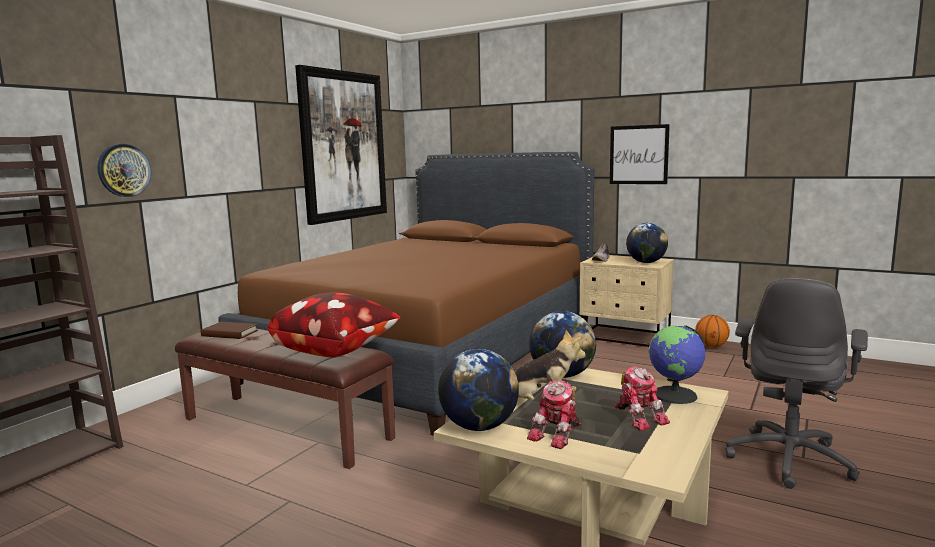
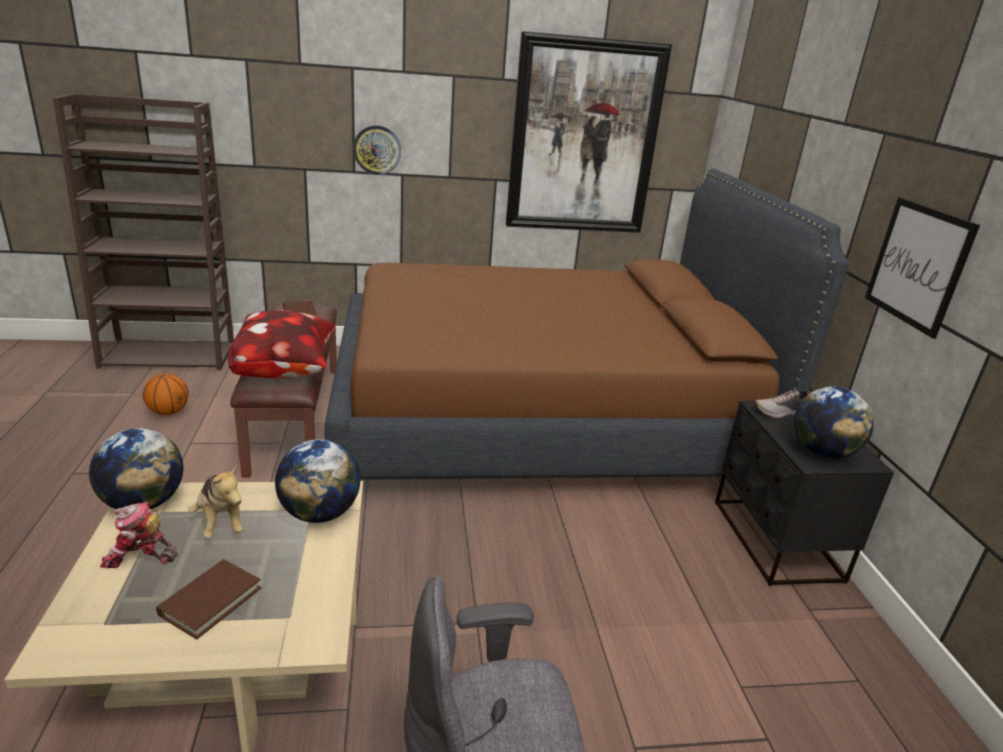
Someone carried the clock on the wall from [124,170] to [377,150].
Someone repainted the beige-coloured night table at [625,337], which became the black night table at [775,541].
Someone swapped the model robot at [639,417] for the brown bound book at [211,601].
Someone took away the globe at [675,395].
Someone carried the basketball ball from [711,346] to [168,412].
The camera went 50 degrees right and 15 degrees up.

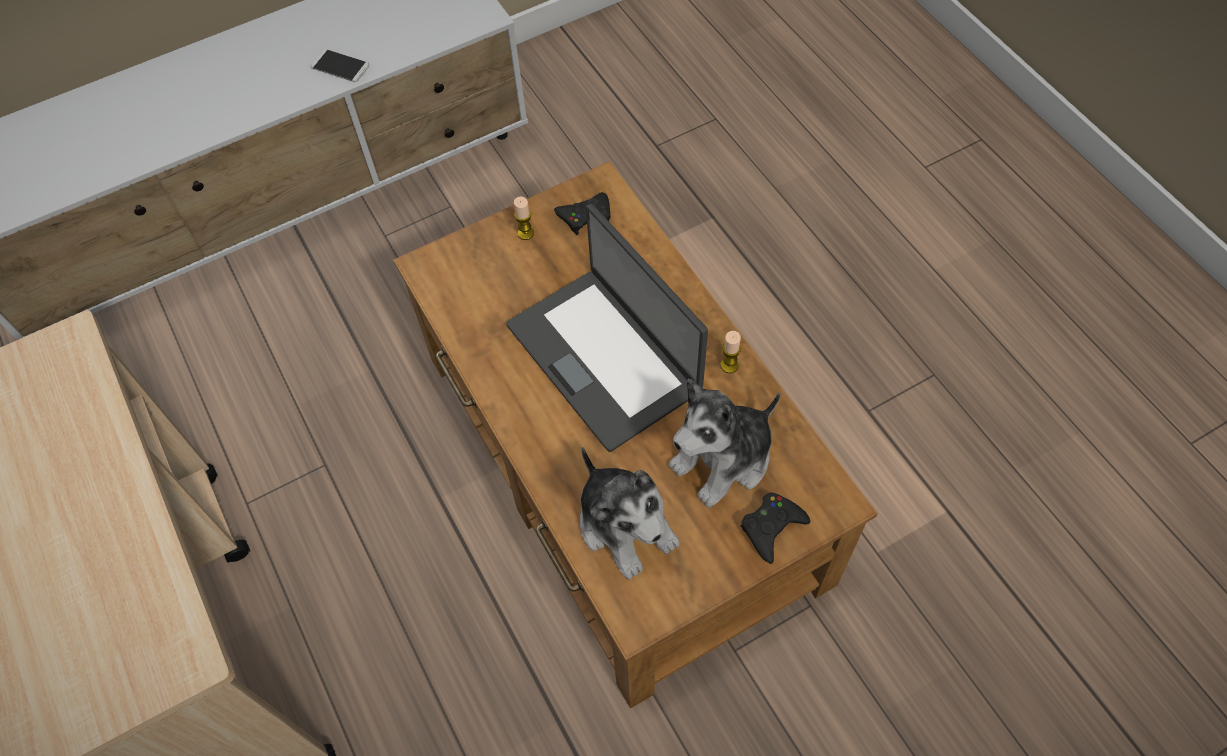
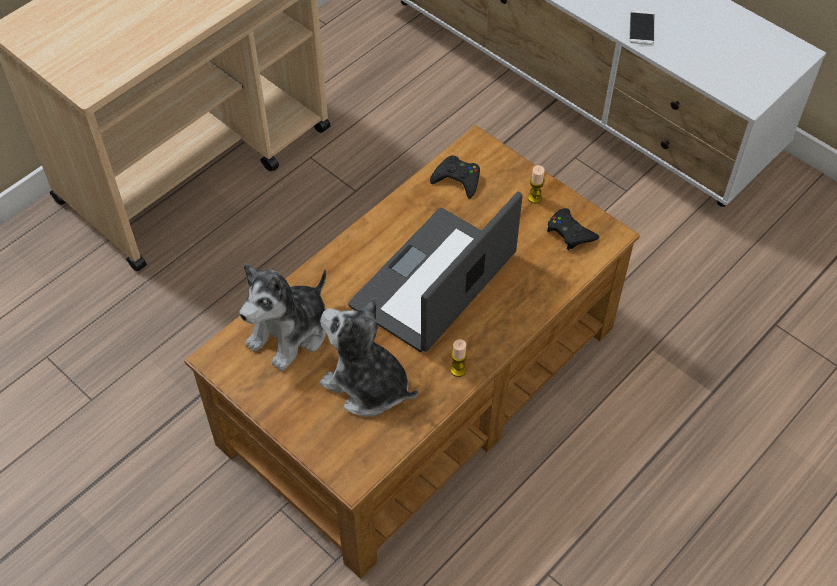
Someone carried the black game controller from [771,527] to [457,180].
The camera went 70 degrees right and 5 degrees down.

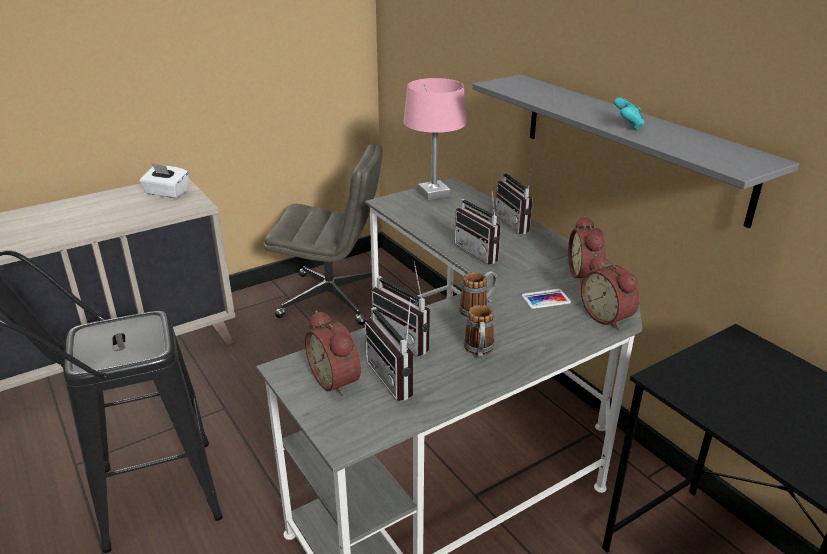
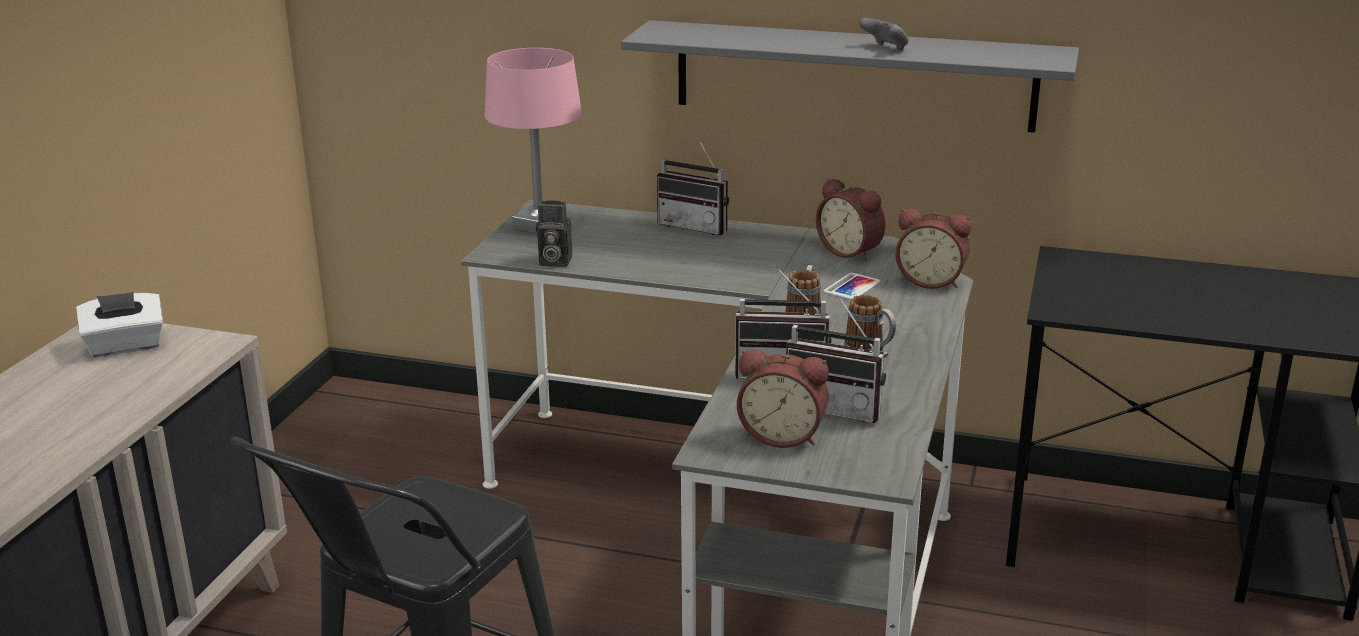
Someone took away the grey desk chair at [332,298].
Someone took away the radio receiver at [481,252].
Someone repainted the blue-green game controller at [627,126], which became the grey game controller at [885,49].
Someone put down the still camera at [553,261].
The camera went 40 degrees left and 5 degrees down.

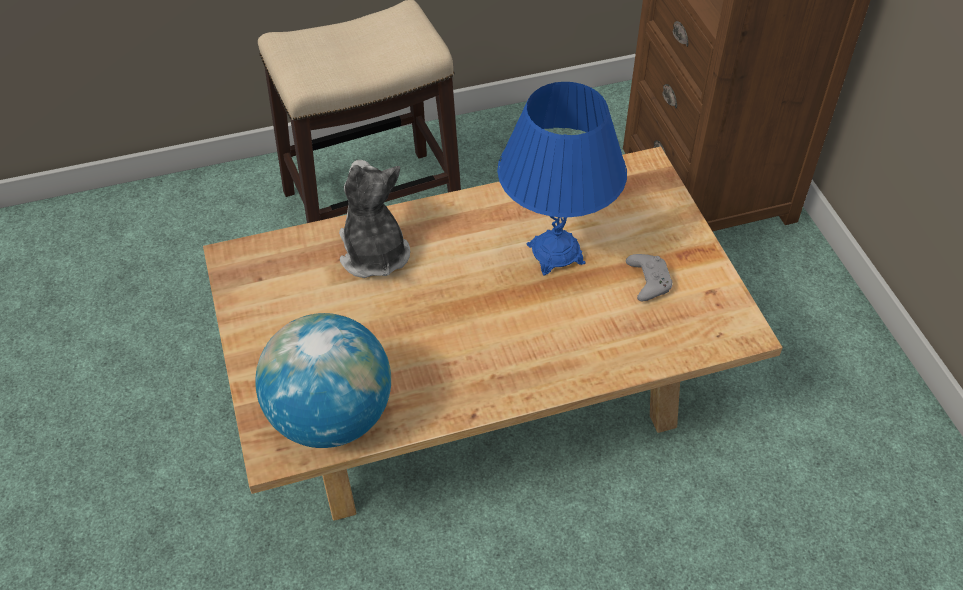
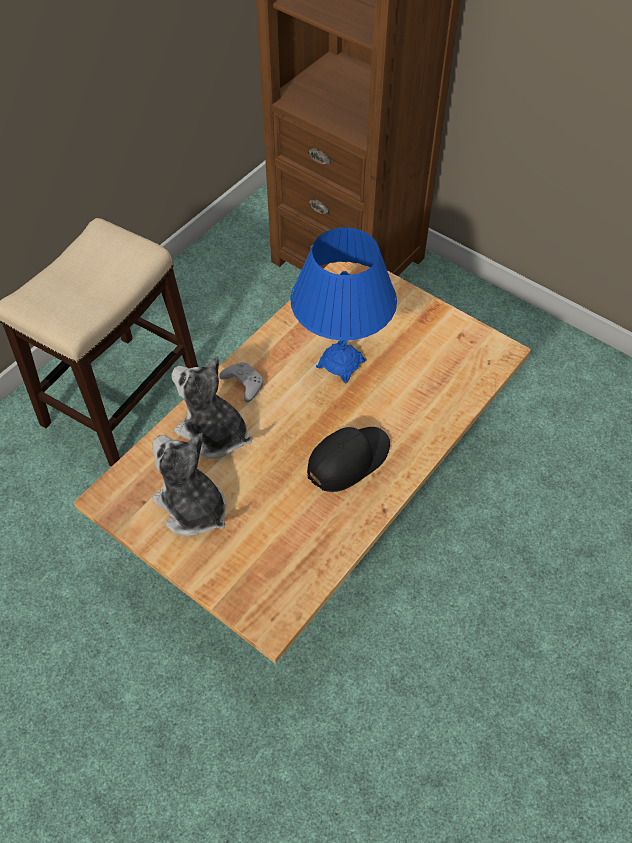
Someone took away the globe at [331,416].
Someone carried the grey game controller from [647,281] to [243,384].
Someone put down the cuddly toy at [192,508].
Someone put down the black baseball cap at [348,460].
The camera went 35 degrees left and 5 degrees up.

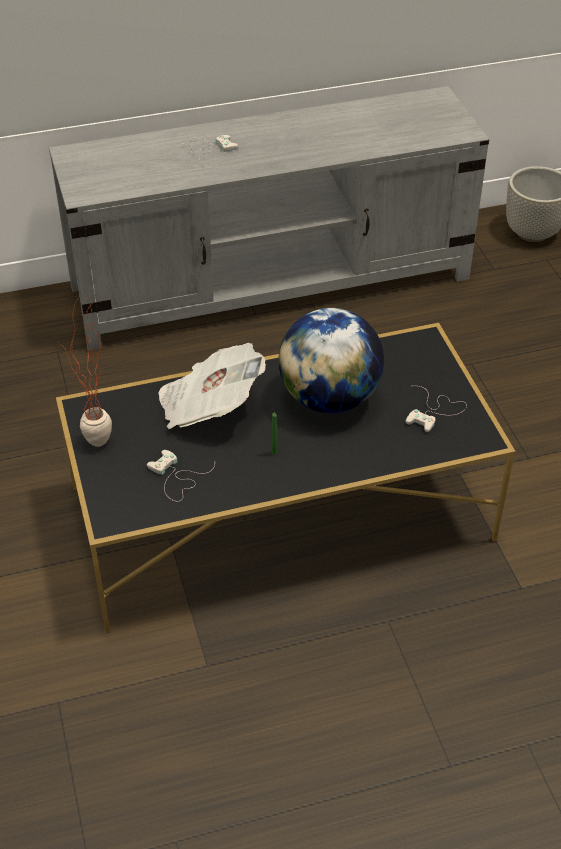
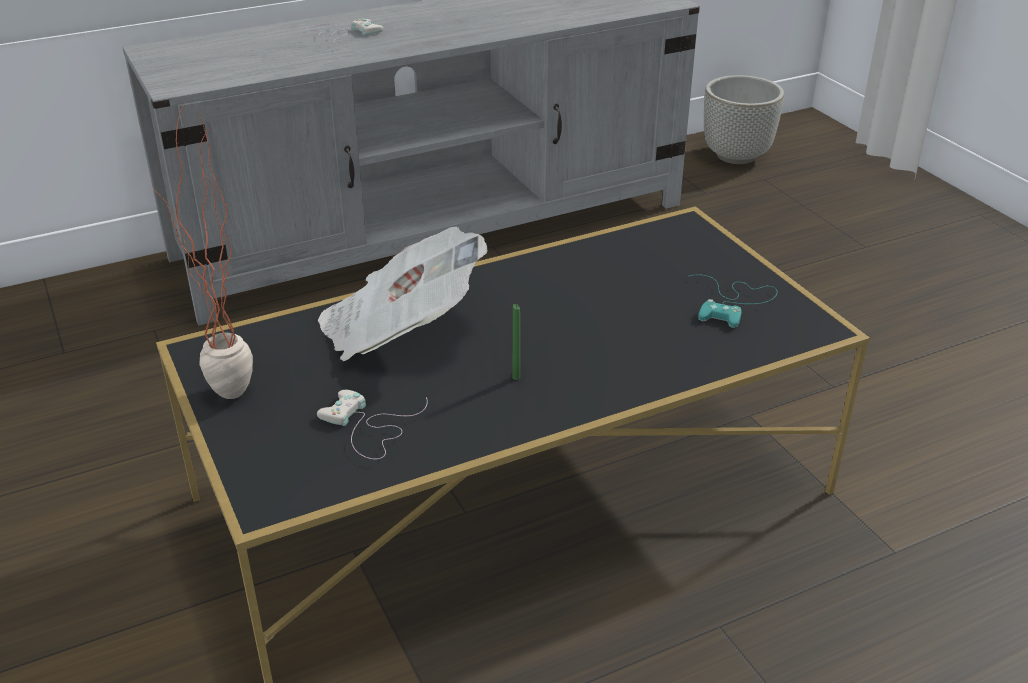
Someone took away the globe at [329,398].
Someone repainted the whitish game controller at [434,411], which became the blue-green game controller at [733,302].
The camera went 10 degrees left and 10 degrees down.

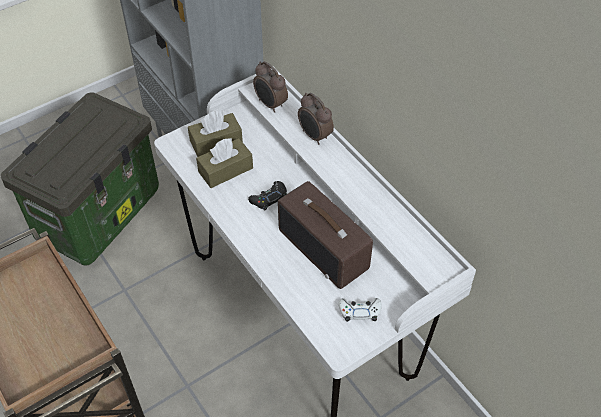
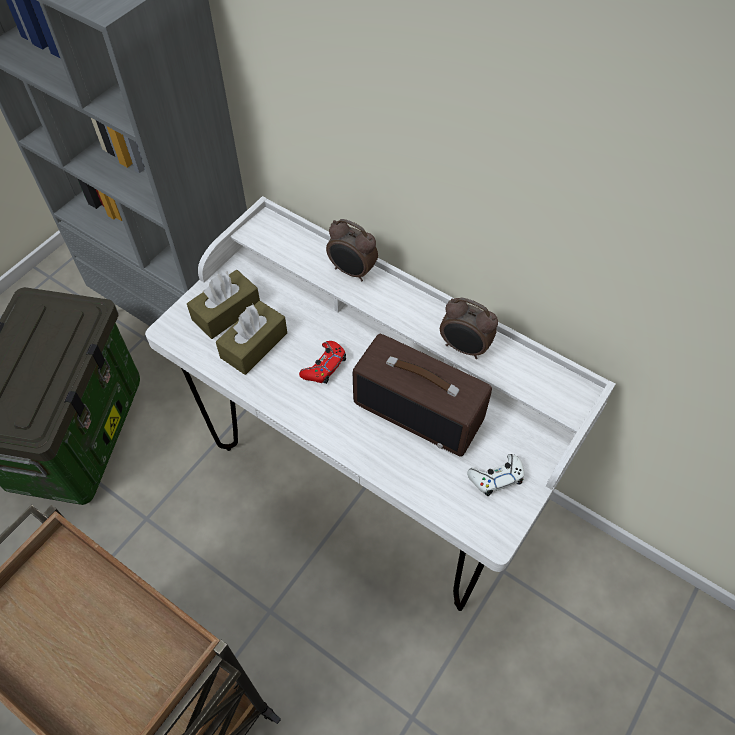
Someone repainted the black game controller at [269,198], which became the red game controller at [324,366].
Someone carried the bedside clock from [270,104] to [464,348].
The camera went 20 degrees left and 5 degrees up.

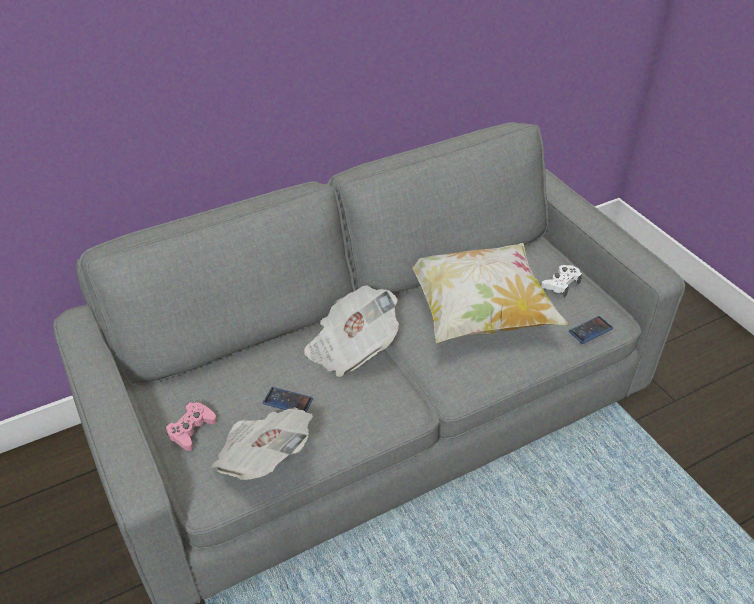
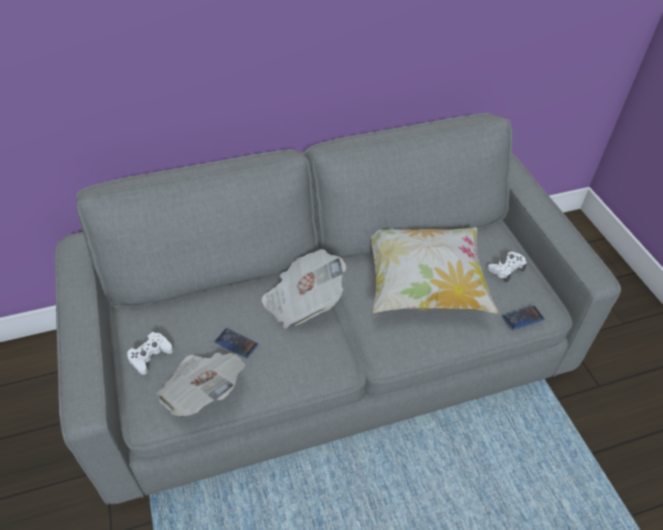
Someone repainted the pink game controller at [191,429], which became the whitish game controller at [150,355].
The camera went 10 degrees right and 5 degrees up.

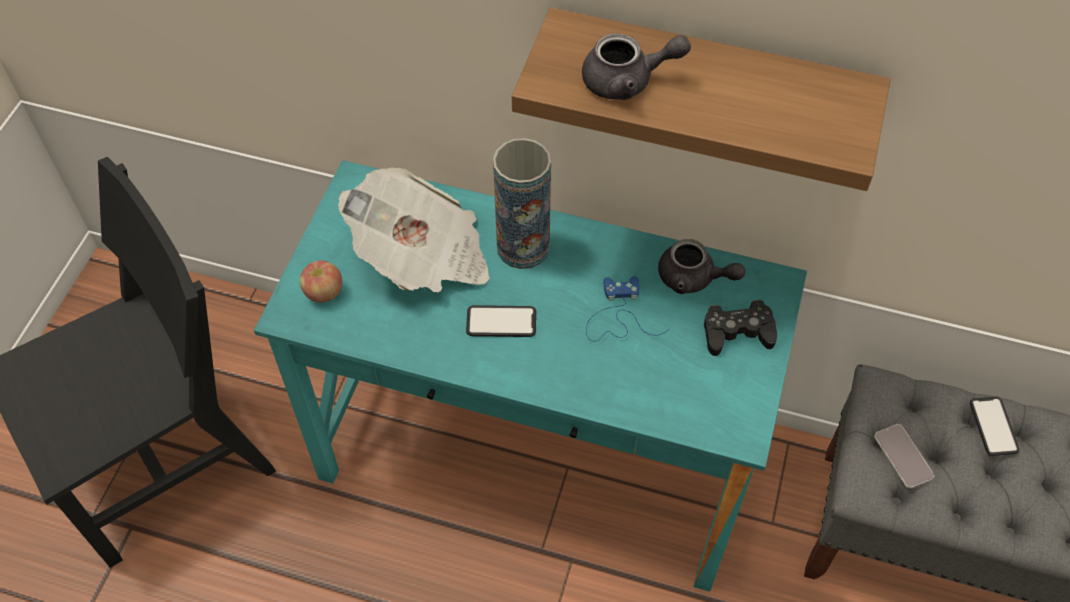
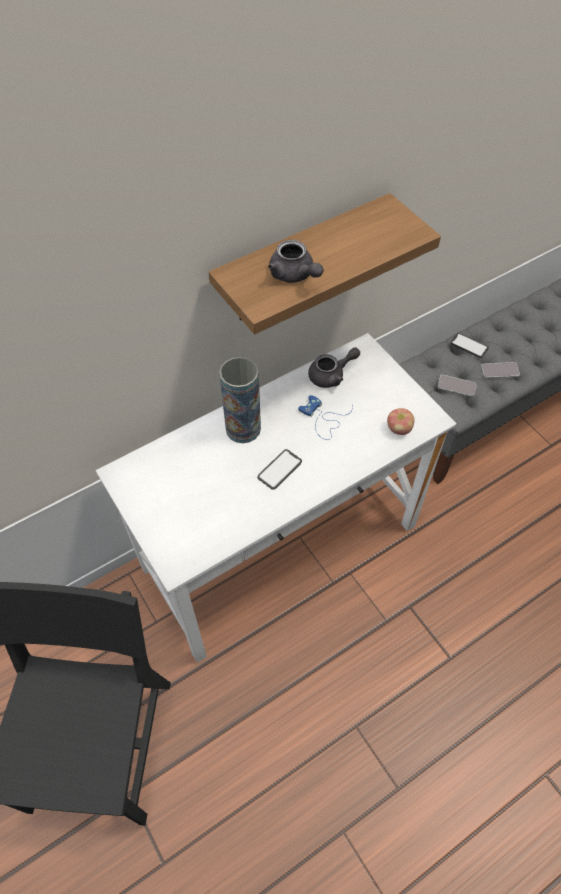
Someone repainted the blue-green desk table at [536,454], which became the whitish desk table at [279,545].
Someone carried the whole apple from [323,292] to [399,429].
Someone took away the printed paper at [422,257].
Someone rotated the grey tea pot at [627,81] by 105 degrees clockwise.
Someone took away the black game controller at [737,333].
Someone put down the telephone at [500,371].
The camera went 50 degrees left and 0 degrees up.

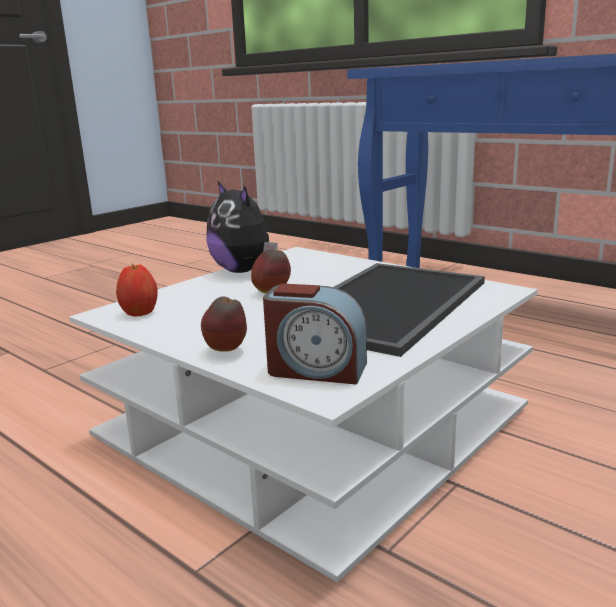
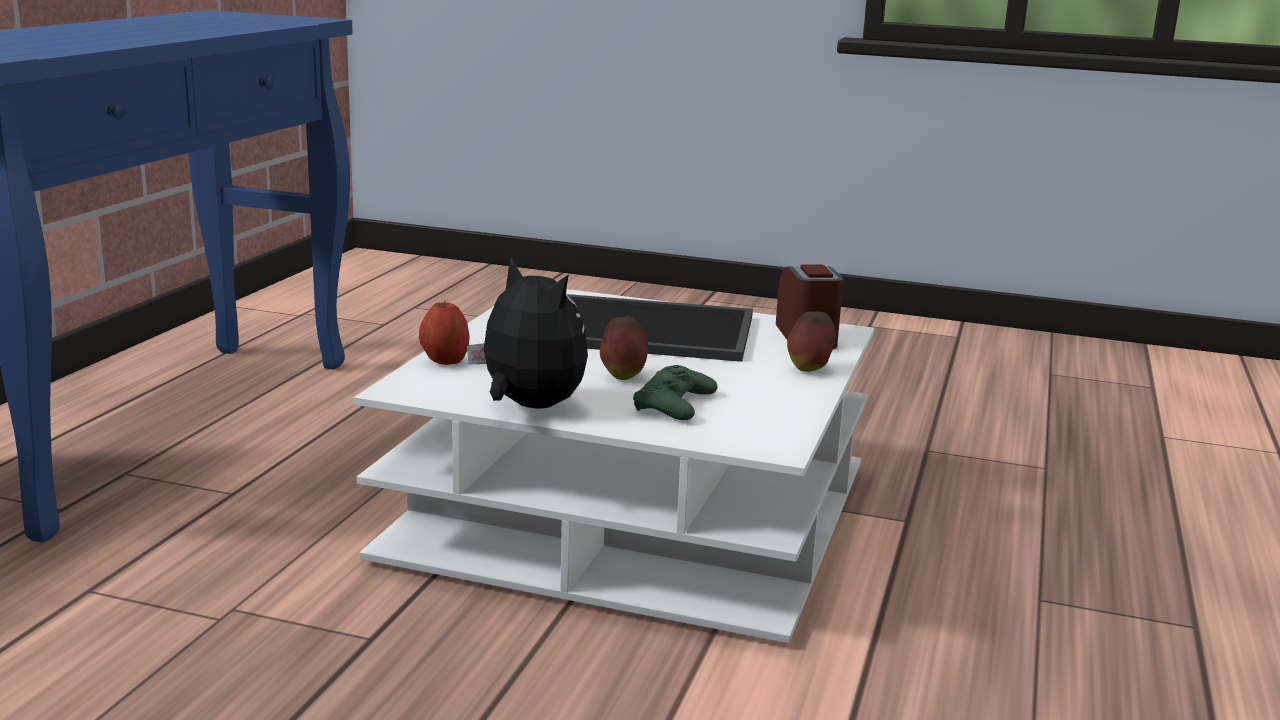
Someone carried the whole apple from [140,313] to [445,362].
Someone rotated the cuddly toy at [243,270] by 75 degrees counterclockwise.
Someone put down the green game controller at [675,404].
The camera went 115 degrees left and 0 degrees up.

